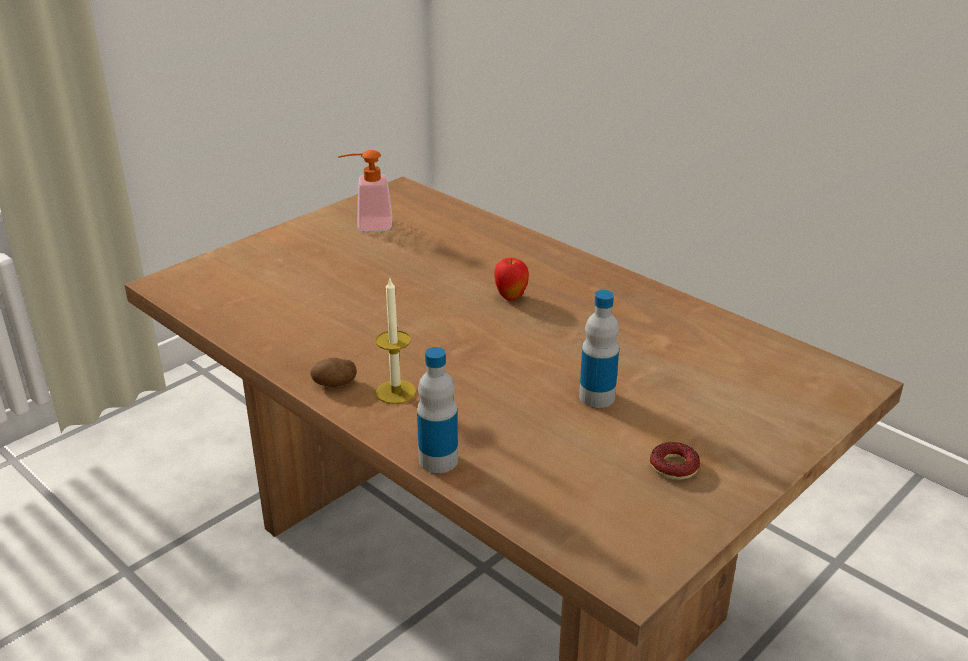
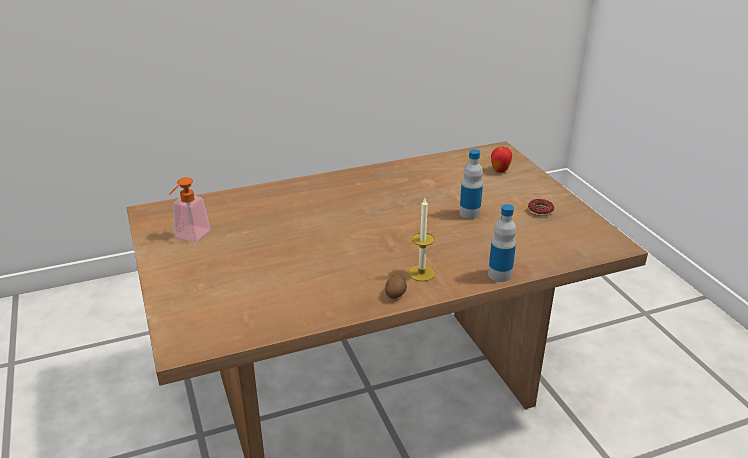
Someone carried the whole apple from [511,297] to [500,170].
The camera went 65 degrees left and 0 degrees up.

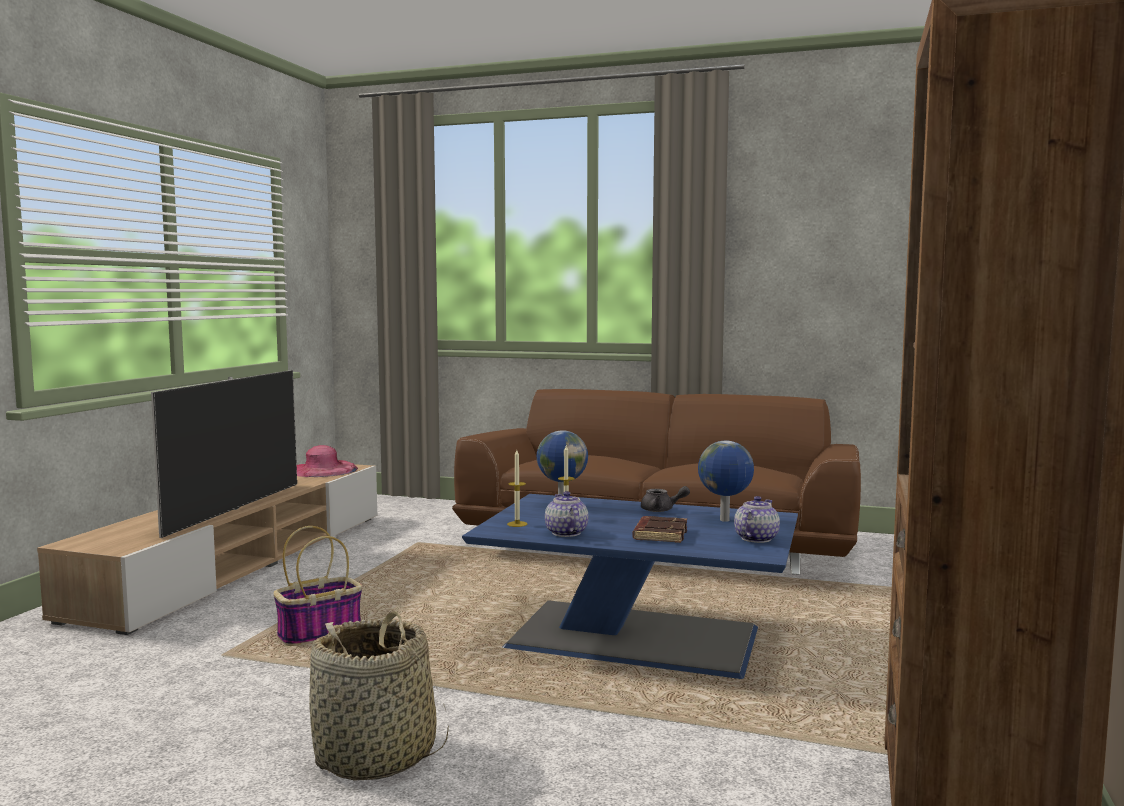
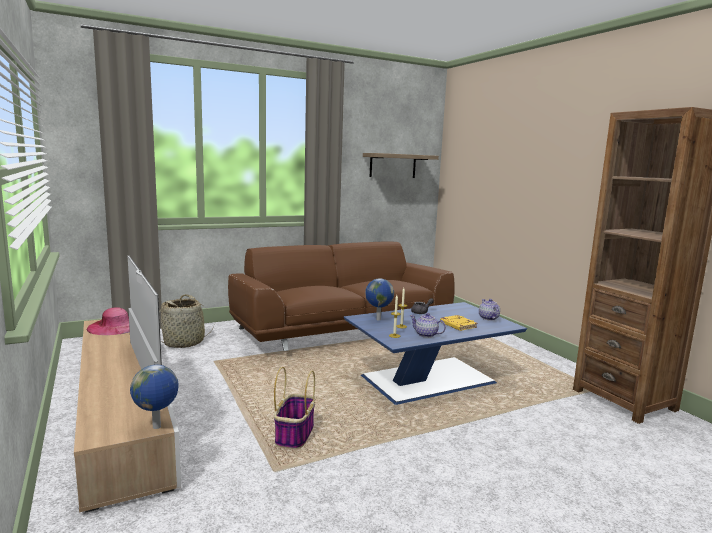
Someone carried the basket from [376,756] to [184,342].
Someone repainted the brown bound book at [659,534], which became the yellowish bound book at [457,325].
Someone carried the globe from [725,520] to [157,427].
Someone put up the bracket shelf at [393,165].
The camera went 45 degrees left and 5 degrees up.

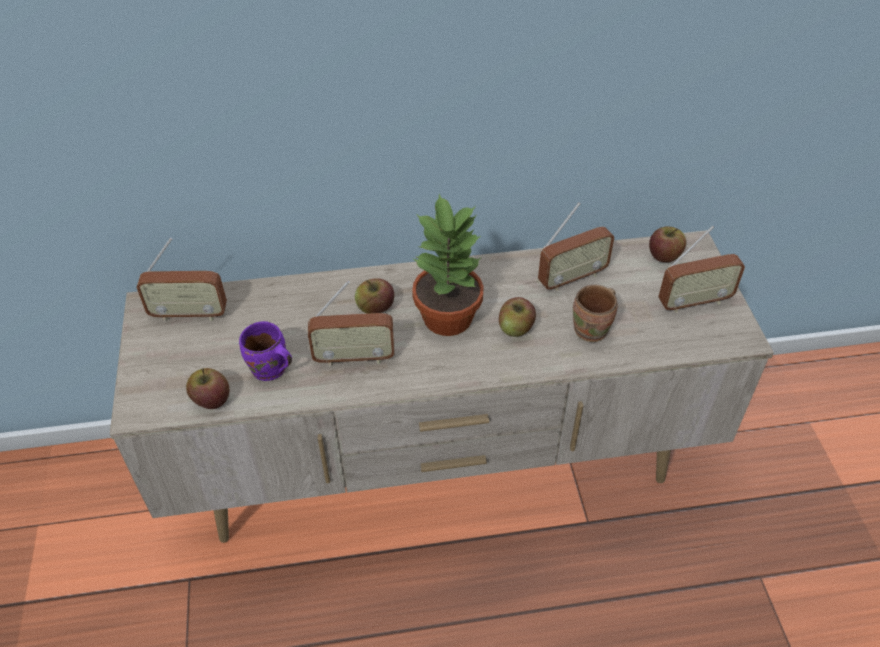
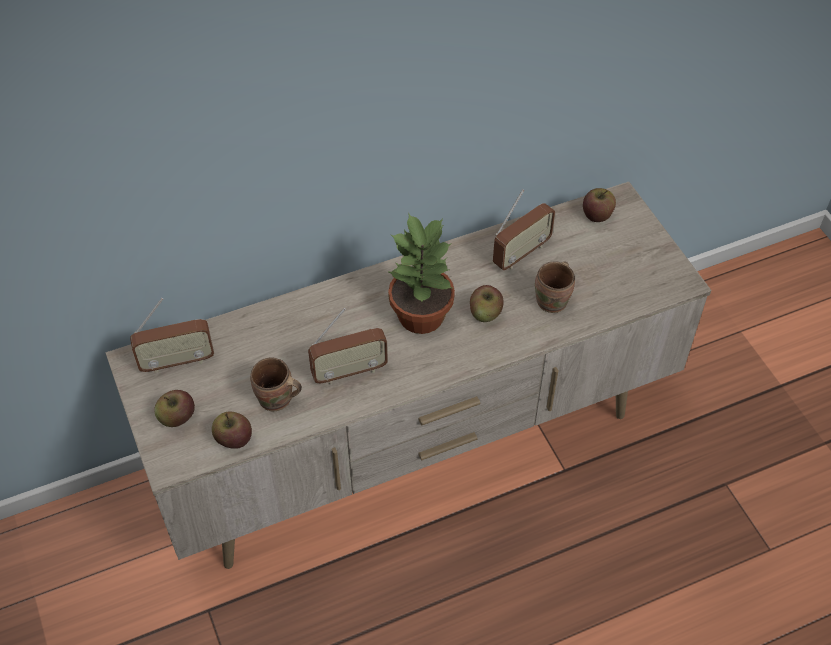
Someone repainted the purplish tea mug at [269,371], which became the brown tea mug at [276,401].
Someone carried the whole apple from [375,308] to [177,418].
Someone took away the radio receiver at [694,302].
The camera went 15 degrees left and 5 degrees up.

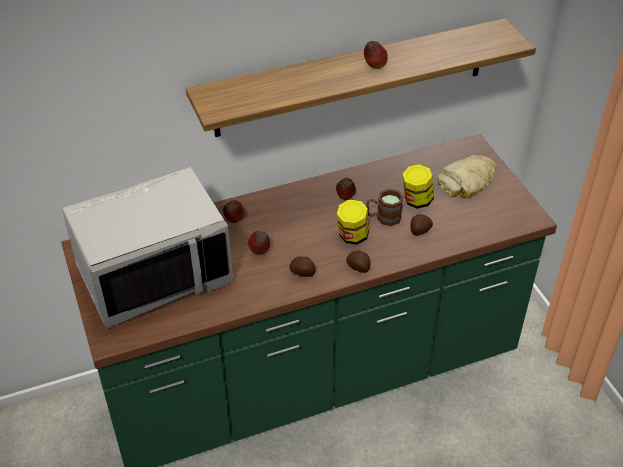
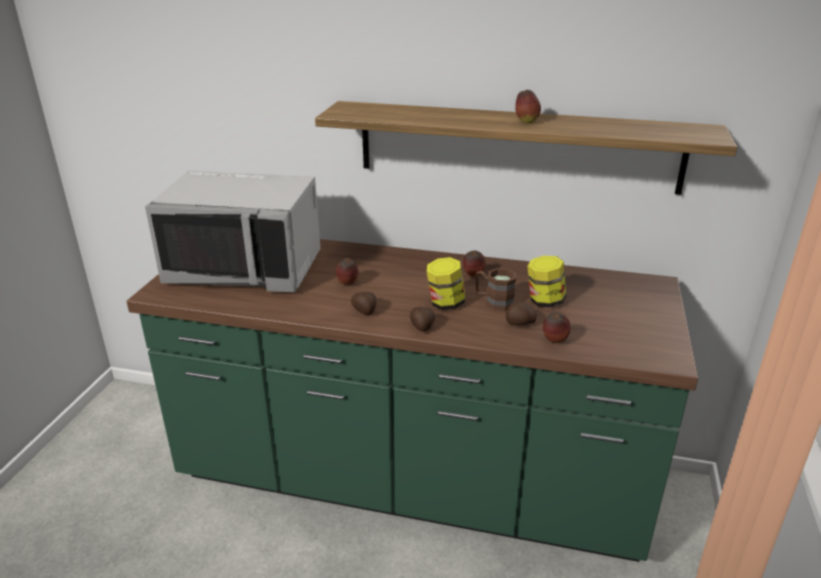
Someone carried the whole apple from [234,221] to [554,341].
Someone took away the bread at [467,182].
The camera went 35 degrees right and 15 degrees down.

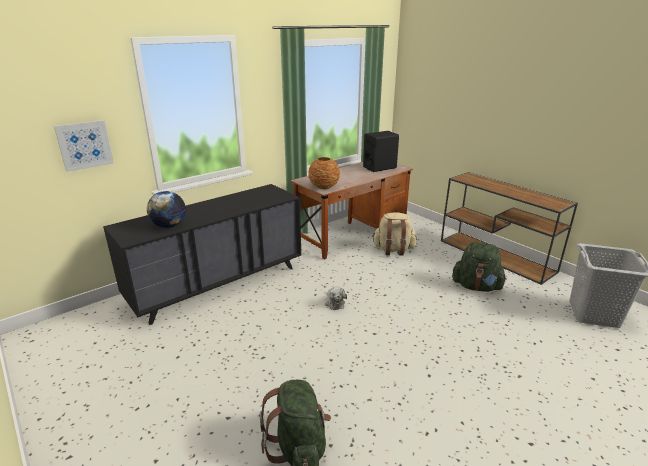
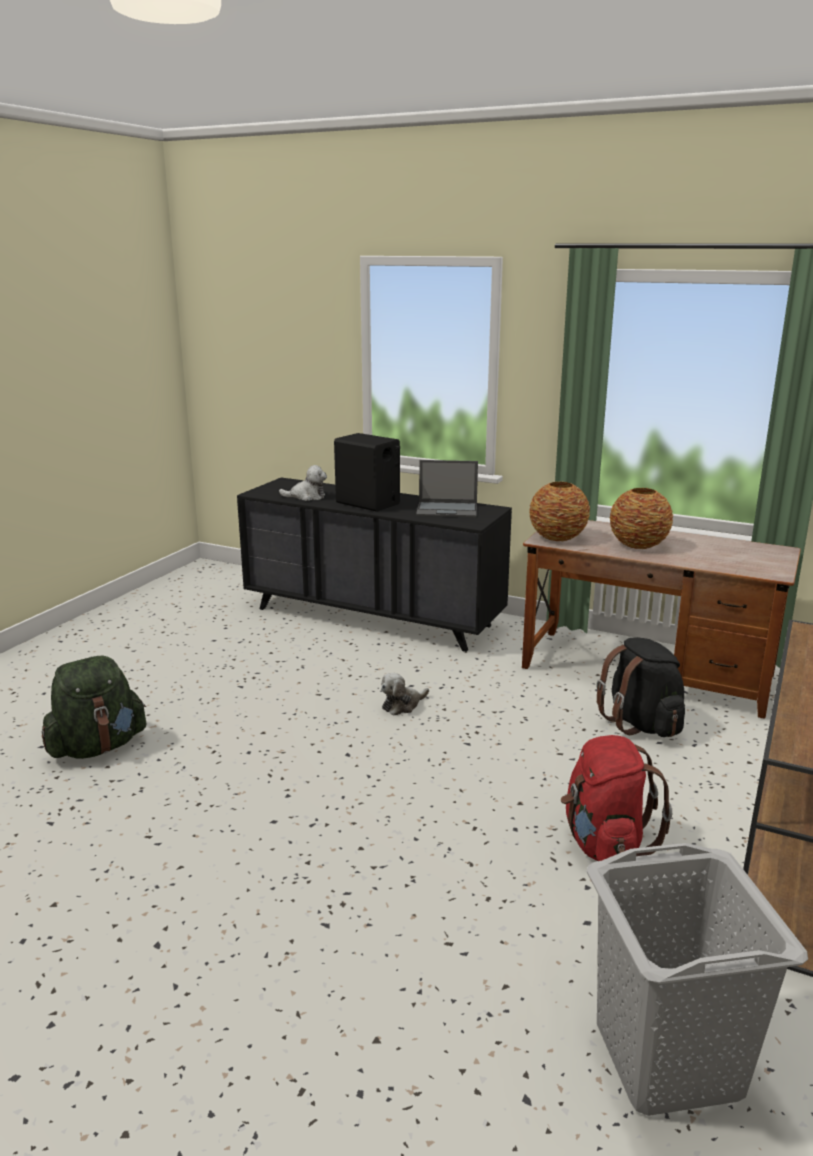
Someone took away the wall picture at [84,145].
Someone swapped the globe at [169,226] for the cuddly toy at [306,497].
Someone carried the black audio speaker from [379,167] to [368,503].
Someone repainted the beige-coloured knapsack at [393,250], which became the black knapsack at [641,724].
Someone repainted the green knapsack at [476,287], which became the red knapsack at [605,844].
Someone put down the portable computer at [448,510].
Someone put down the vase at [638,545].
The camera went 65 degrees right and 5 degrees down.

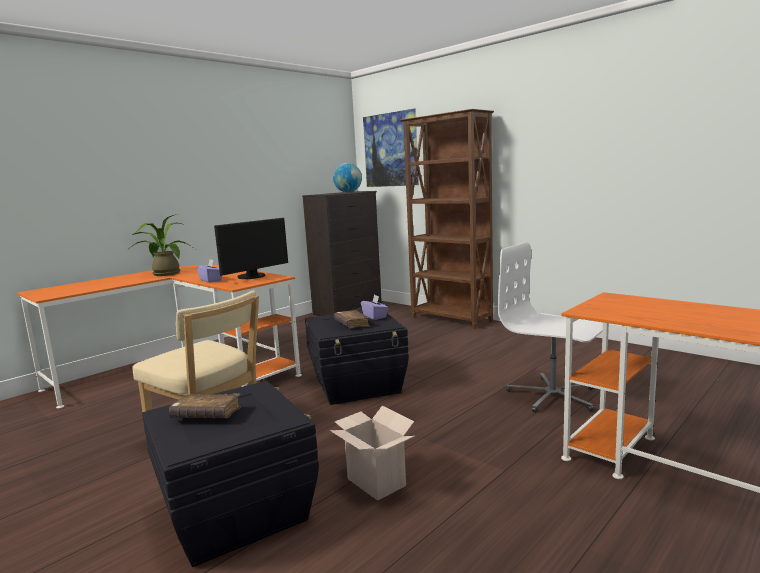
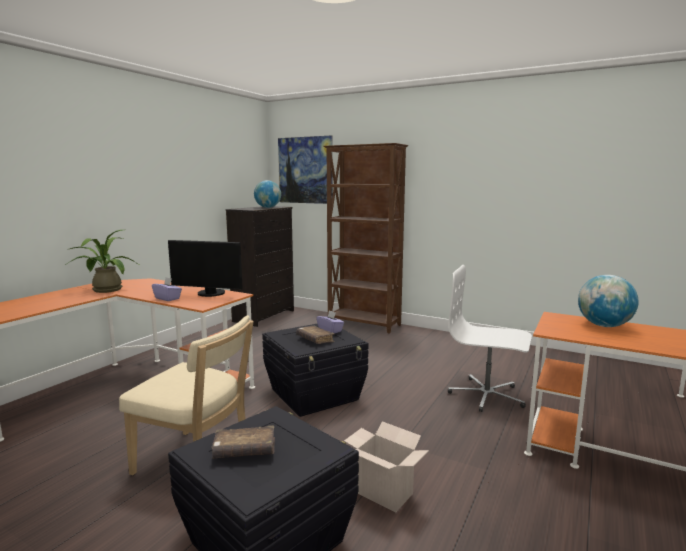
Someone rotated the computer screen at [253,276] by 75 degrees clockwise.
Someone put down the globe at [604,325].
The camera went 15 degrees left and 0 degrees up.

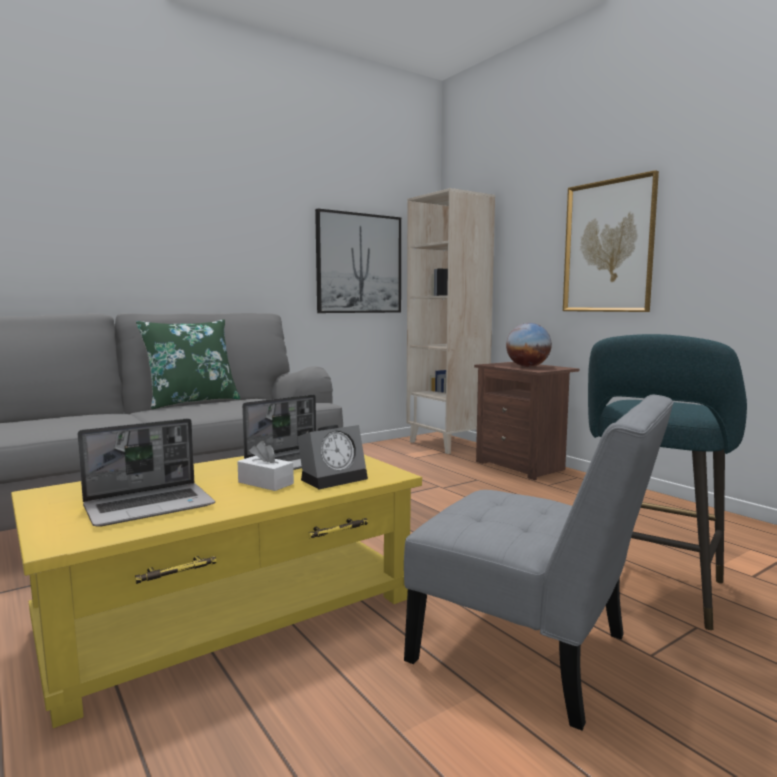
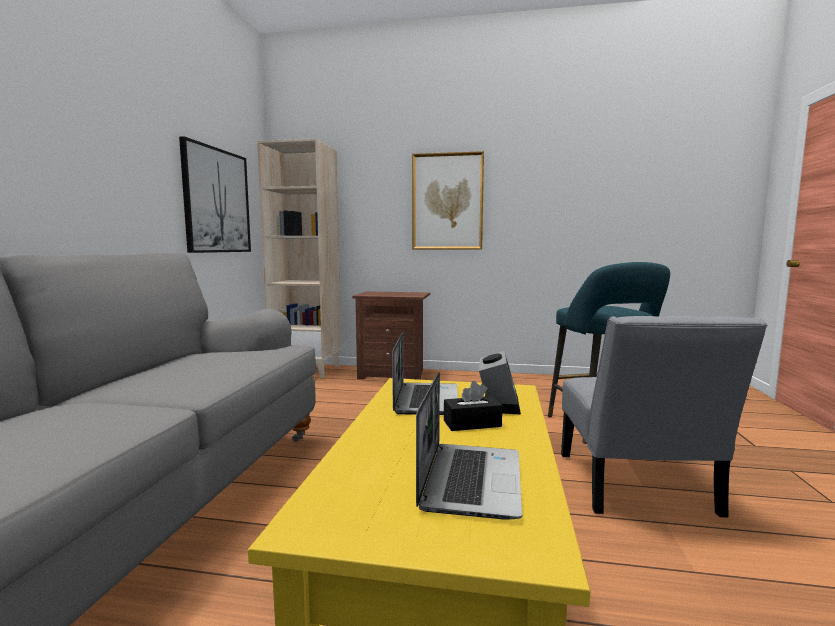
Someone took away the green pillow at [192,402].
Someone repainted the whitish tissue holder at [265,483], which became the black tissue holder at [472,423].
Someone rotated the grey chair at [531,654] by 105 degrees clockwise.
Someone took away the globe at [527,366].
The camera went 45 degrees left and 0 degrees up.

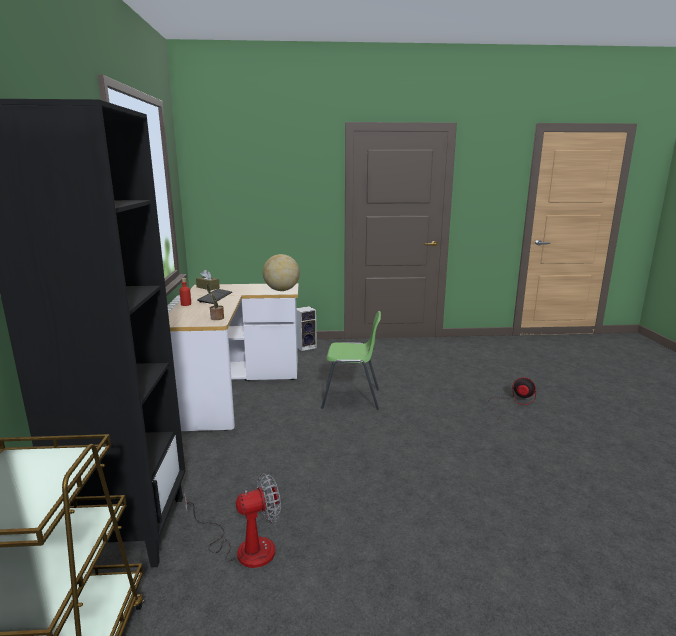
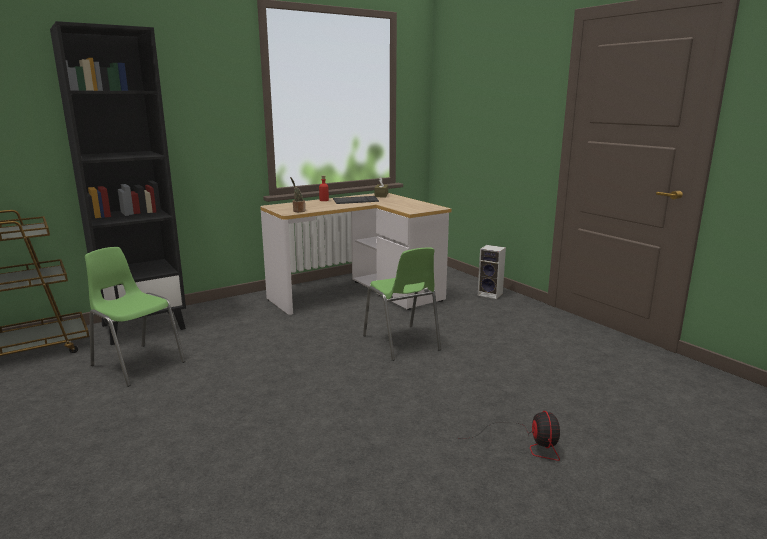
Someone swapped the electric fan at [244,547] for the green chair at [137,364].
Someone took away the globe at [281,290].
The camera went 60 degrees right and 0 degrees up.

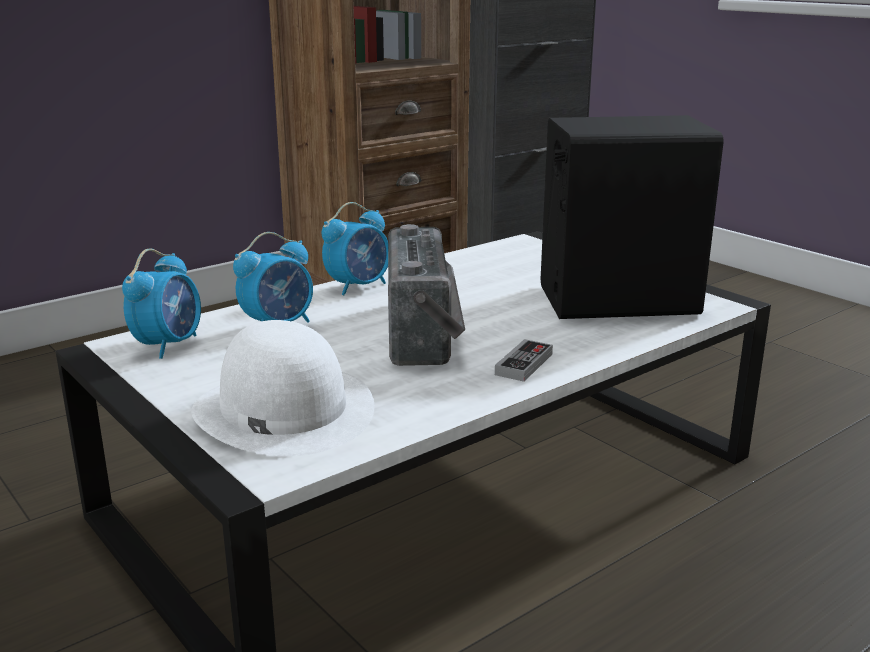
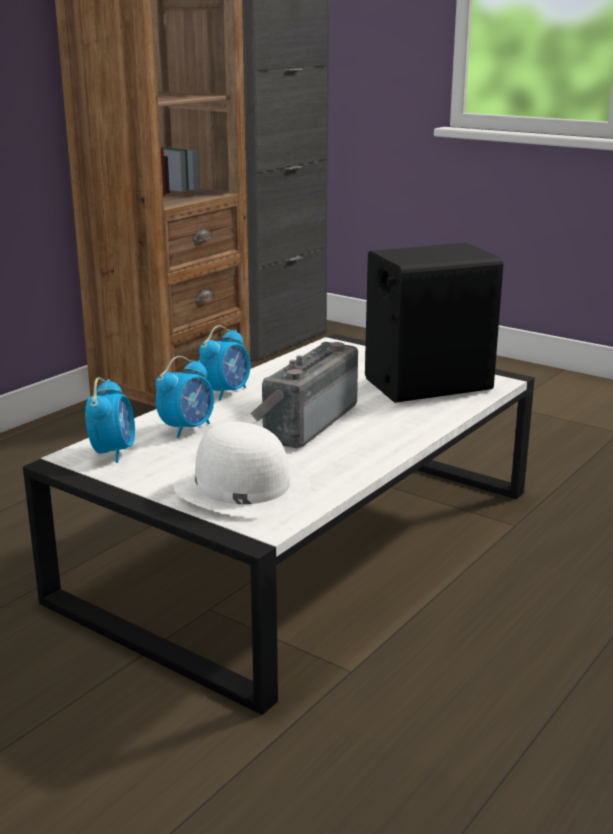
Someone rotated the radio receiver at [427,332] by 135 degrees counterclockwise.
Someone took away the game controller at [524,364].
The camera went 15 degrees left and 0 degrees up.

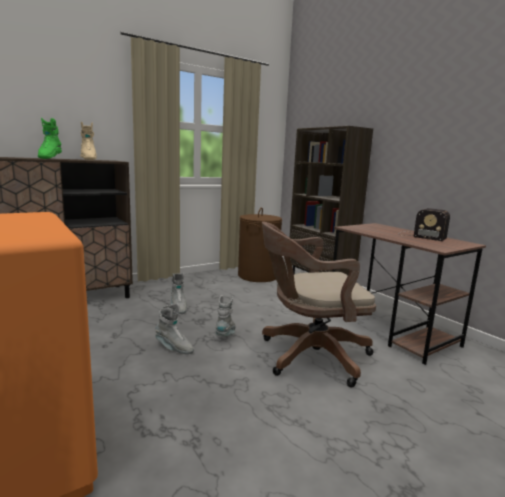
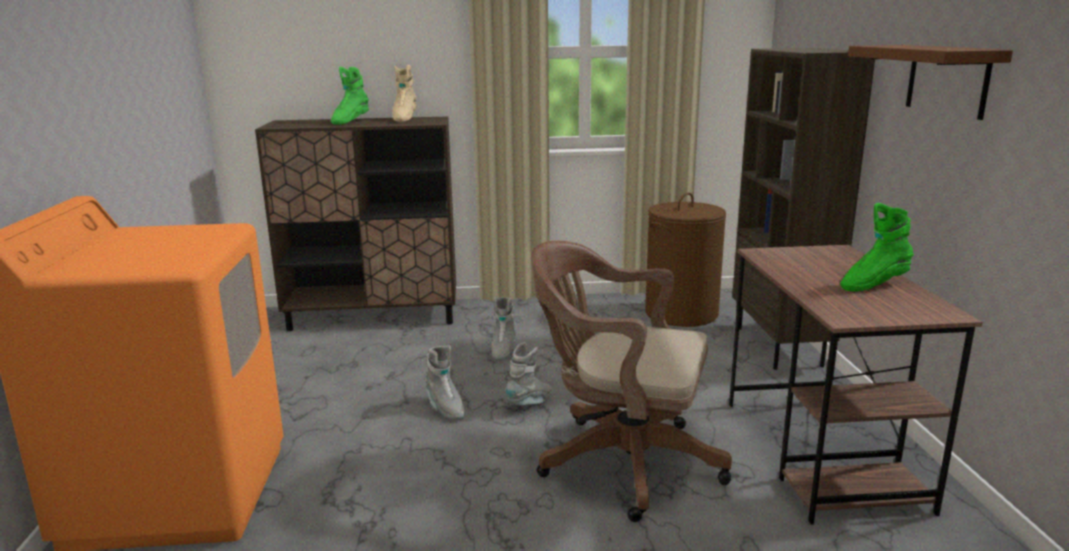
Someone swapped the radio receiver at [419,236] for the green tall boot at [873,284].
Someone put up the brown bracket shelf at [947,80].
The camera went 30 degrees right and 5 degrees up.

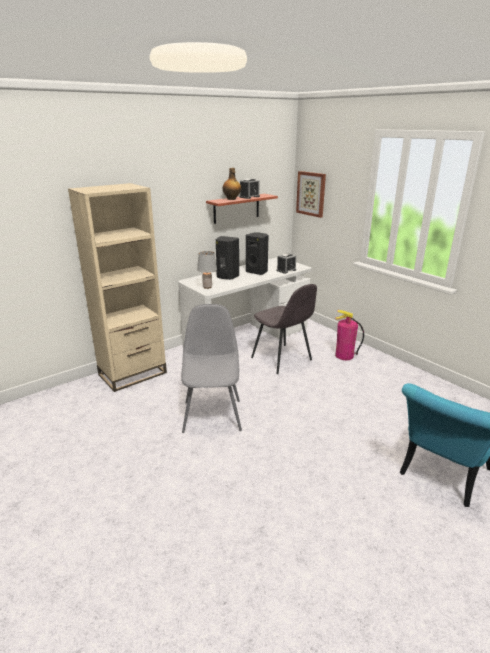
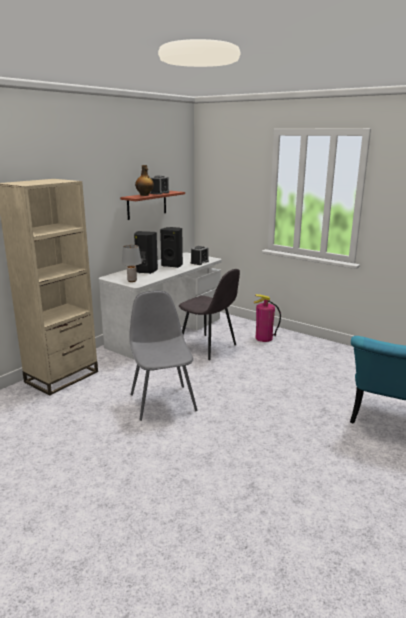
Someone took away the wall picture at [311,194].
The camera went 15 degrees left and 5 degrees down.

